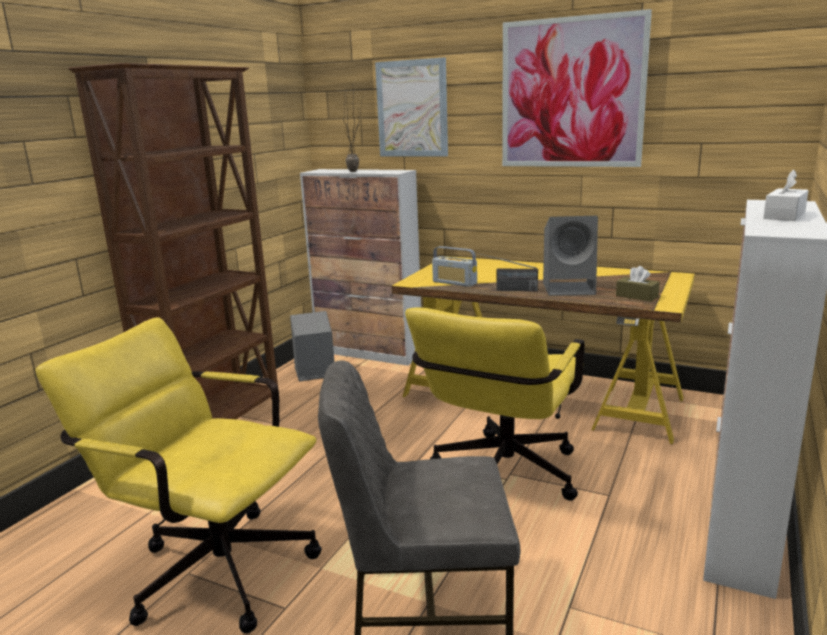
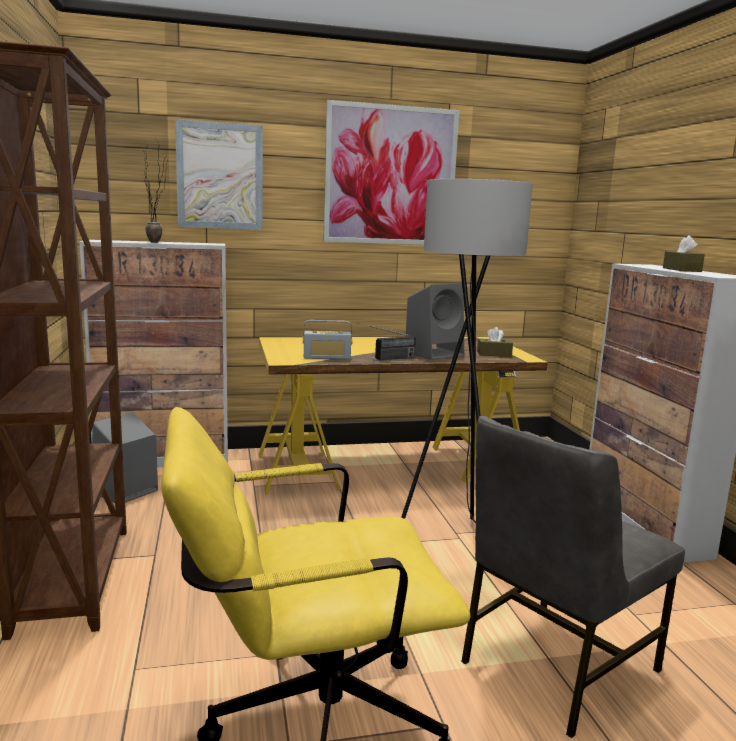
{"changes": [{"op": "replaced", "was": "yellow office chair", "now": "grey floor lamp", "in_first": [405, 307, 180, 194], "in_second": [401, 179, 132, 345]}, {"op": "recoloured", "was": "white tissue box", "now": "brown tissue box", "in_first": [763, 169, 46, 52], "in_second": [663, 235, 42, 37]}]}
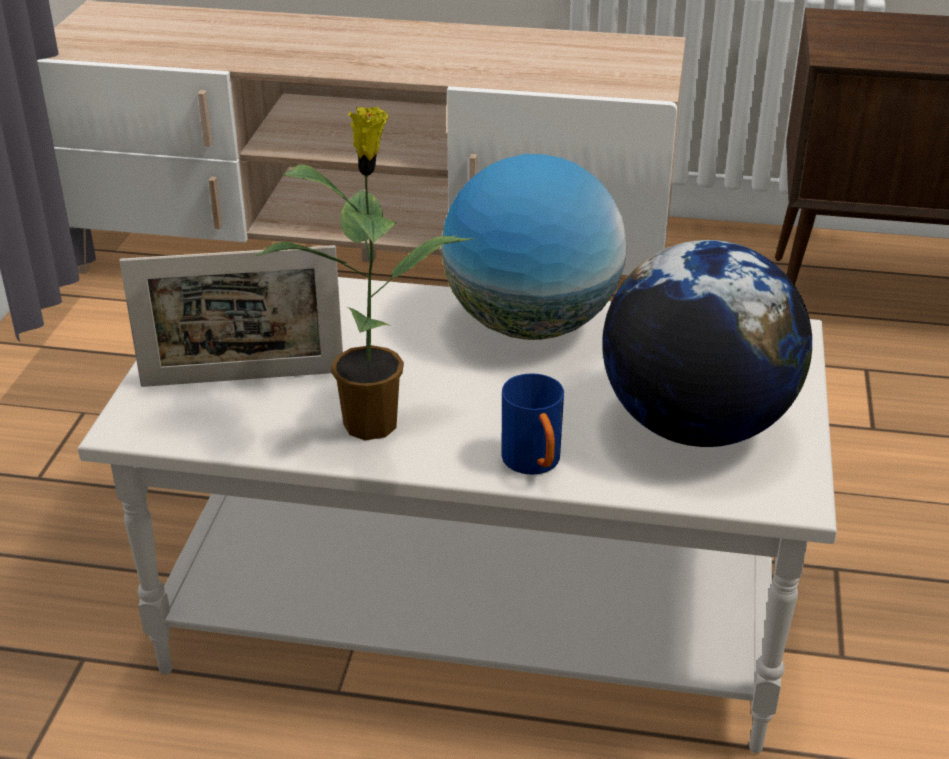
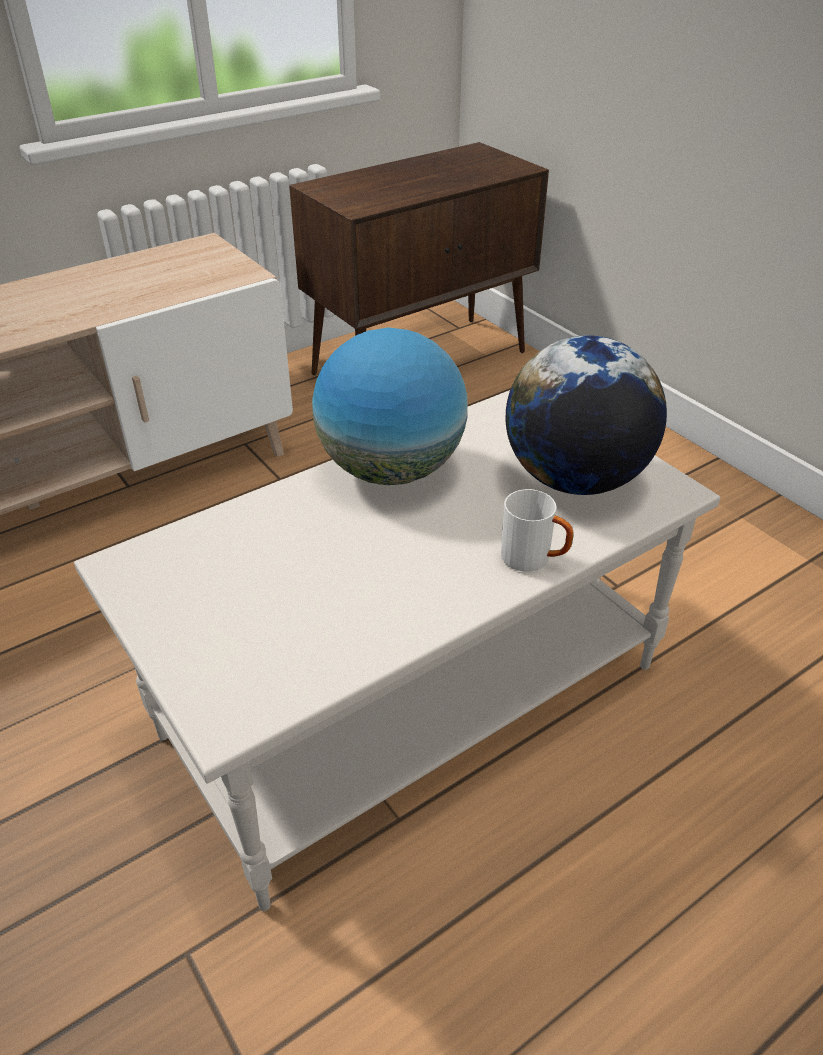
{"changes": [{"op": "recoloured", "was": "blue mug", "now": "white mug", "in_first": [501, 373, 63, 102], "in_second": [501, 489, 73, 83]}, {"op": "removed", "was": "picture frame", "in_first": [119, 245, 224, 142]}, {"op": "removed", "was": "potted plant", "in_first": [256, 107, 218, 333]}]}
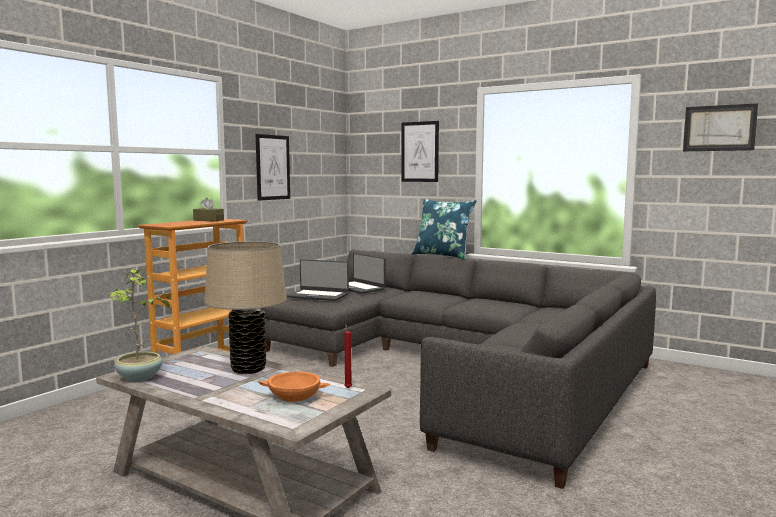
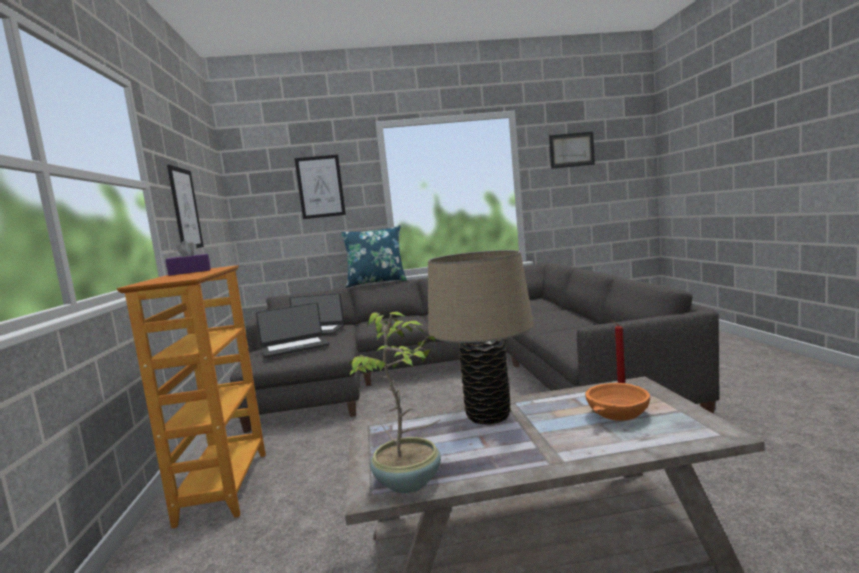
{"changes": [{"op": "recoloured", "was": "brown tissue box", "now": "purple tissue box", "in_first": [193, 198, 31, 23], "in_second": [165, 240, 46, 36]}]}
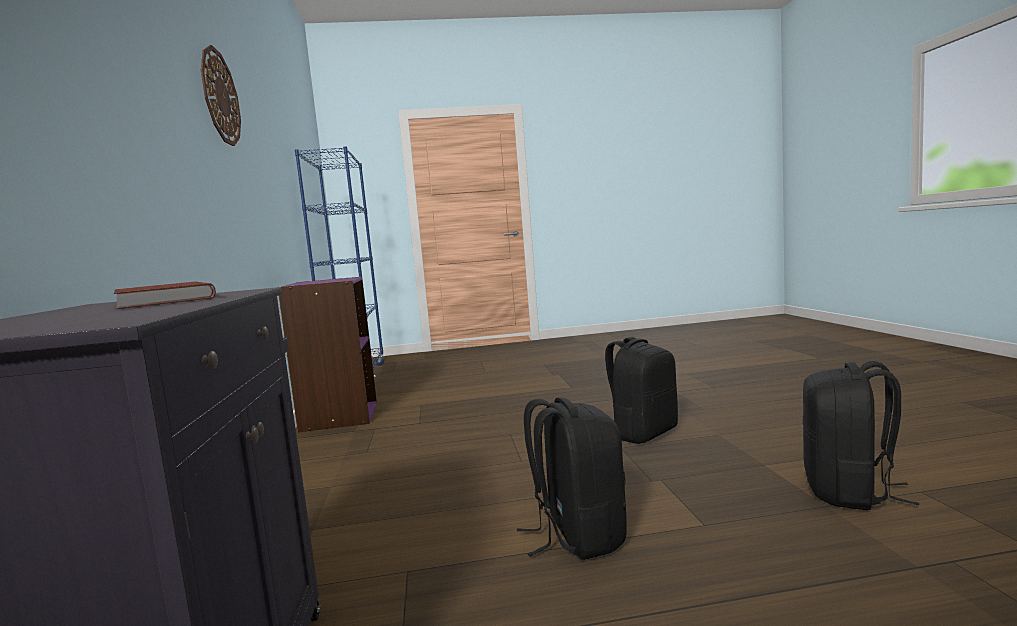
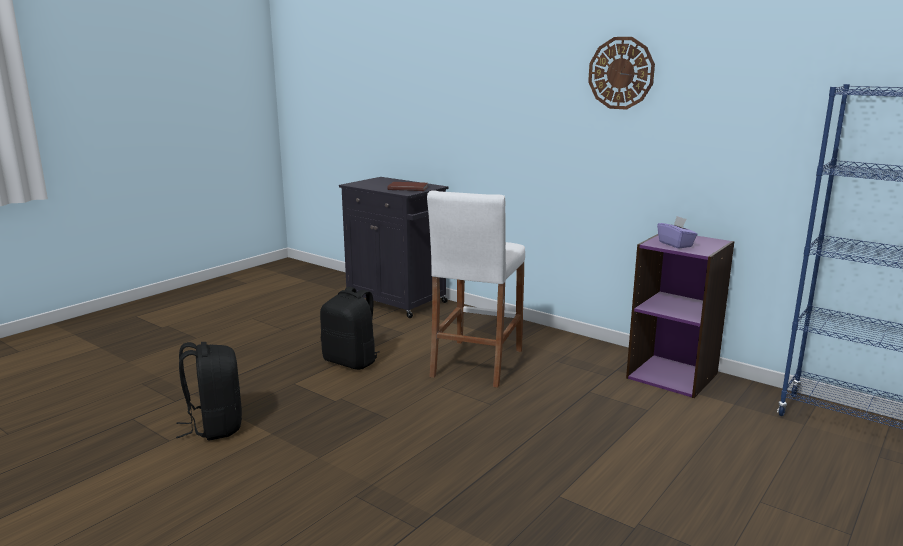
{"changes": [{"op": "added", "now": "white stool", "in_second": [427, 190, 98, 198]}, {"op": "added", "now": "purple tissue box", "in_second": [657, 216, 41, 33]}, {"op": "removed", "was": "black backpack", "in_first": [605, 337, 73, 107]}]}
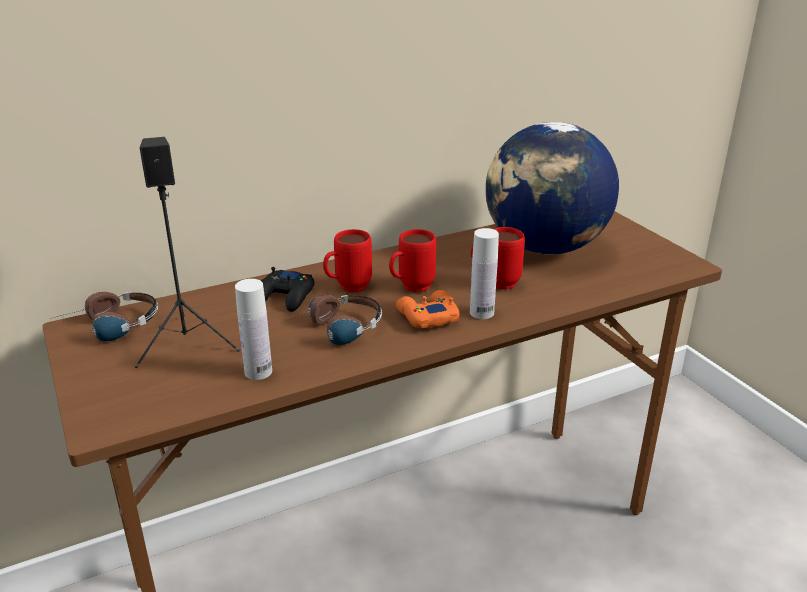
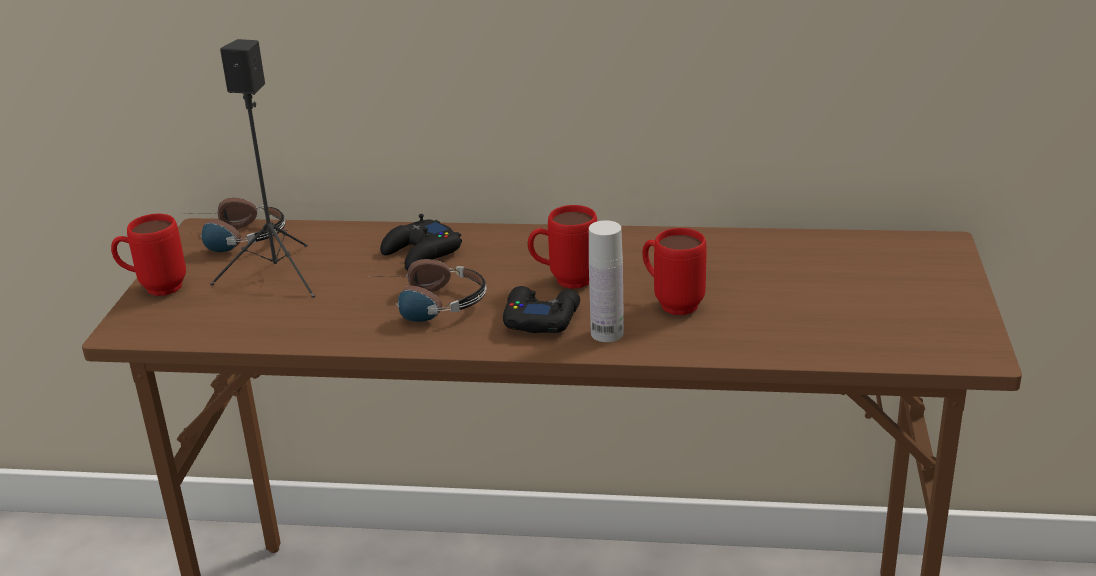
{"changes": [{"op": "moved", "was": "red mug", "in_first": [323, 229, 49, 63], "in_second": [111, 214, 75, 82]}, {"op": "recoloured", "was": "orange game controller", "now": "black game controller", "in_first": [396, 290, 64, 38], "in_second": [503, 286, 77, 47]}, {"op": "removed", "was": "white bottle", "in_first": [235, 279, 37, 101]}, {"op": "removed", "was": "globe", "in_first": [486, 122, 133, 133]}]}
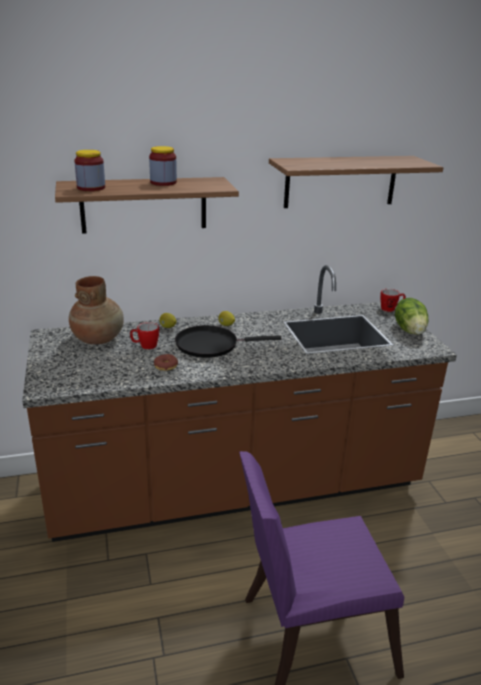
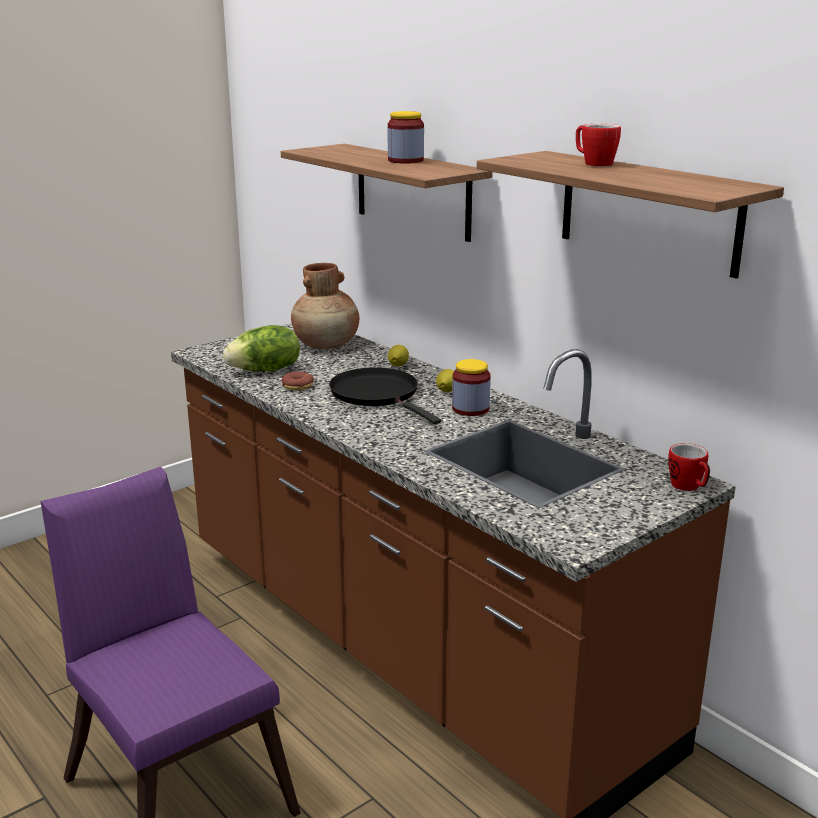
{"changes": [{"op": "moved", "was": "lettuce", "in_first": [395, 298, 34, 37], "in_second": [223, 325, 77, 46]}, {"op": "moved", "was": "jar", "in_first": [74, 150, 31, 41], "in_second": [452, 359, 39, 57]}, {"op": "moved", "was": "mug", "in_first": [130, 322, 29, 27], "in_second": [576, 124, 45, 43]}]}
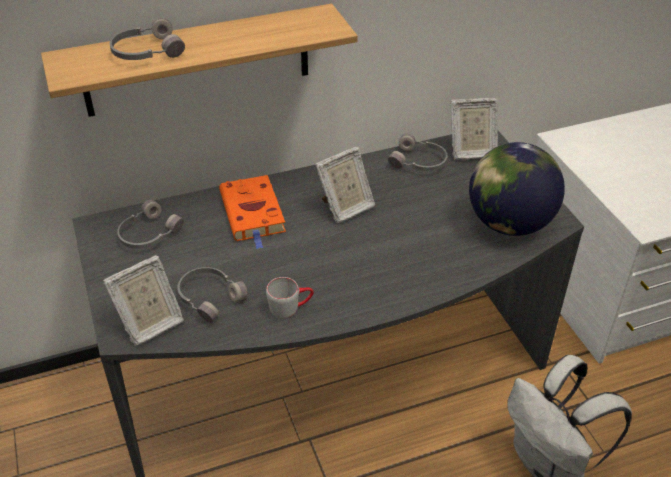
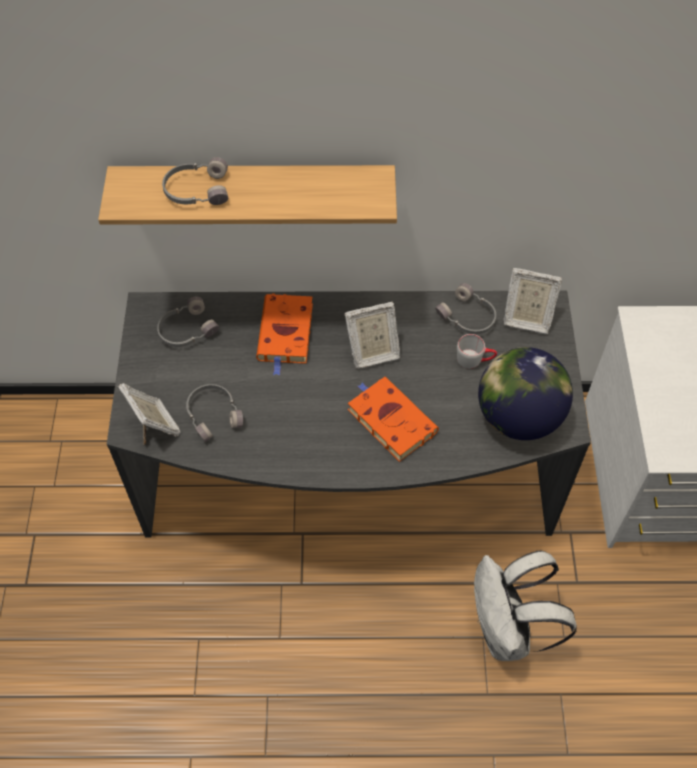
{"changes": [{"op": "turned", "was": "picture frame", "in_first": [103, 255, 81, 91], "in_second": [118, 383, 63, 62], "clockwise": -105}, {"op": "added", "now": "orange book", "in_second": [348, 377, 91, 85]}, {"op": "moved", "was": "grey mug", "in_first": [266, 277, 48, 41], "in_second": [457, 334, 40, 35]}]}
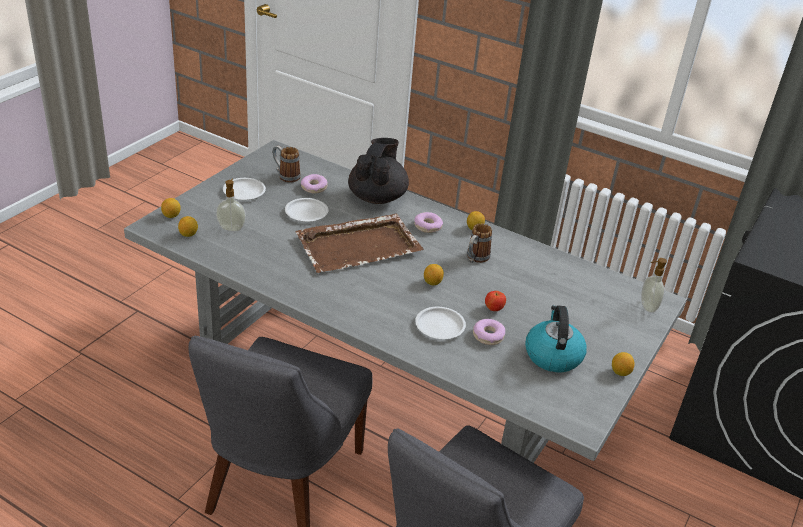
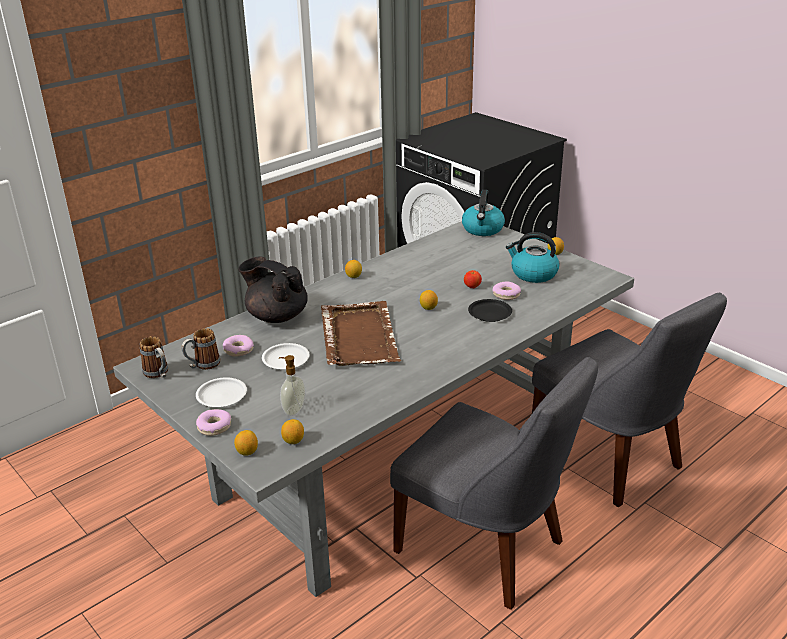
{"changes": [{"op": "moved", "was": "mug", "in_first": [467, 223, 25, 40], "in_second": [140, 336, 28, 42]}, {"op": "moved", "was": "donut", "in_first": [414, 212, 29, 21], "in_second": [196, 409, 35, 27]}, {"op": "replaced", "was": "soap dispenser", "now": "kettle", "in_first": [641, 258, 26, 55], "in_second": [462, 190, 43, 46]}, {"op": "recoloured", "was": "white plate", "now": "black plate", "in_first": [415, 307, 51, 32], "in_second": [468, 299, 44, 23]}]}
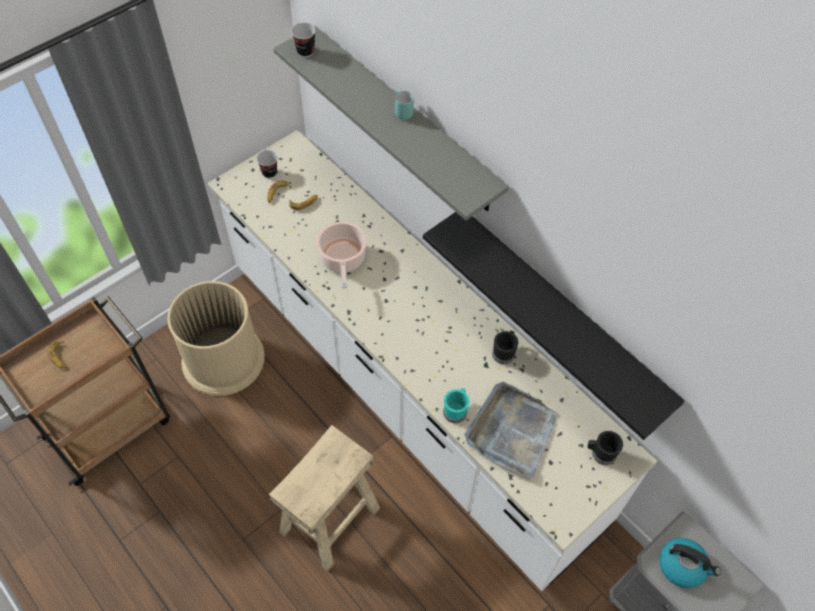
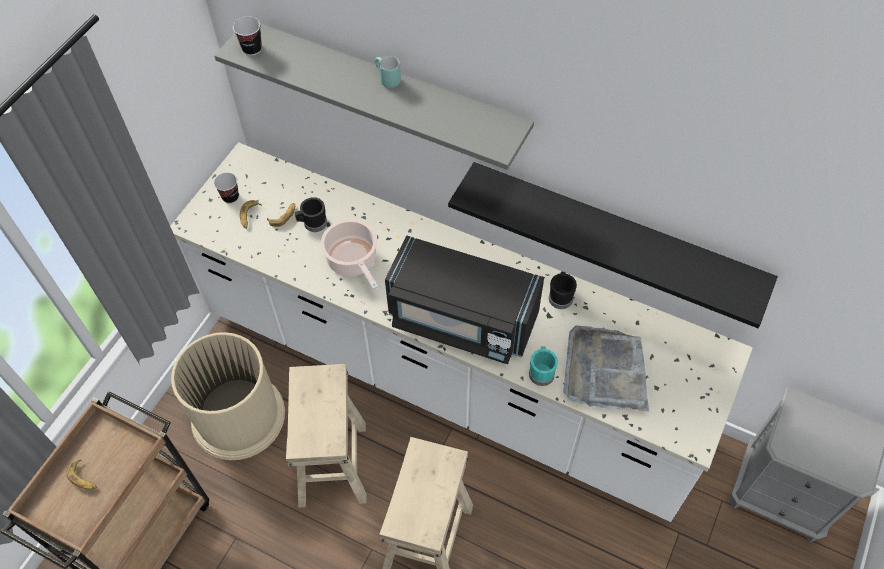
{"changes": [{"op": "added", "now": "beige stool", "in_second": [286, 364, 81, 143]}, {"op": "moved", "was": "black mug", "in_first": [588, 431, 35, 34], "in_second": [295, 197, 32, 35]}, {"op": "added", "now": "black microwave", "in_second": [385, 235, 159, 129]}, {"op": "removed", "was": "kettle", "in_first": [660, 538, 61, 50]}]}
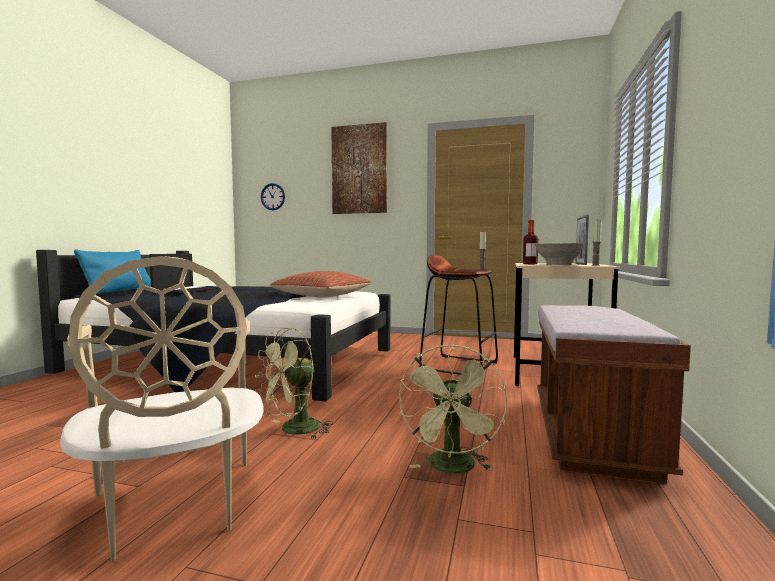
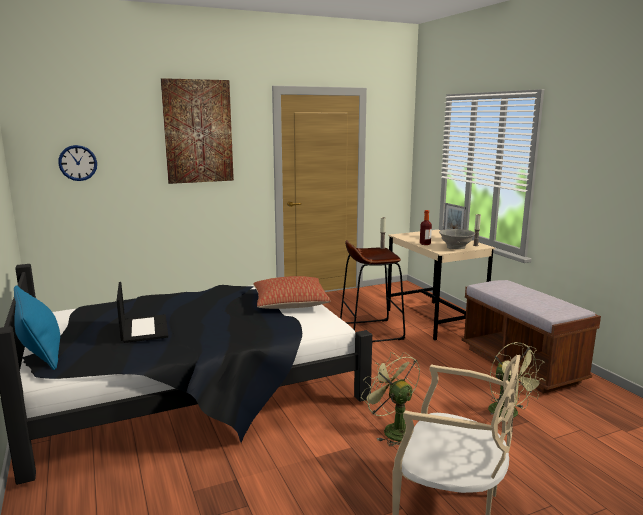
{"changes": [{"op": "turned", "was": "green fan", "in_first": [255, 328, 78, 111], "in_second": [361, 352, 59, 94], "clockwise": 135}]}
